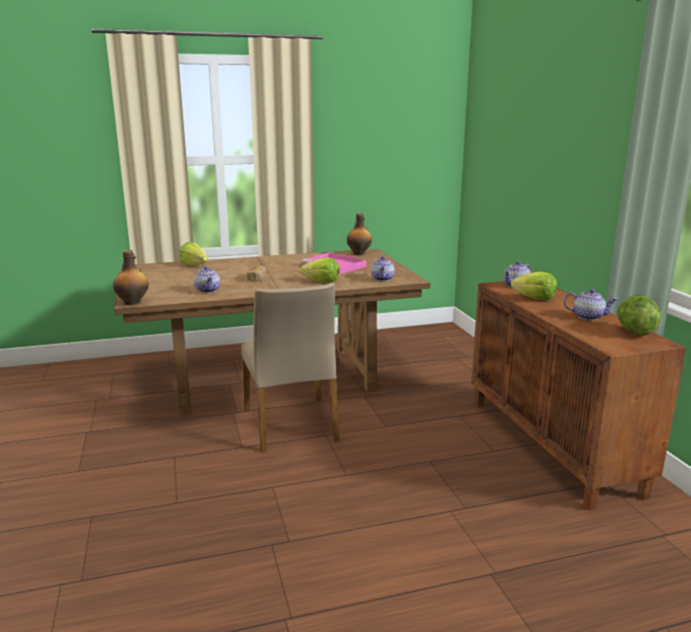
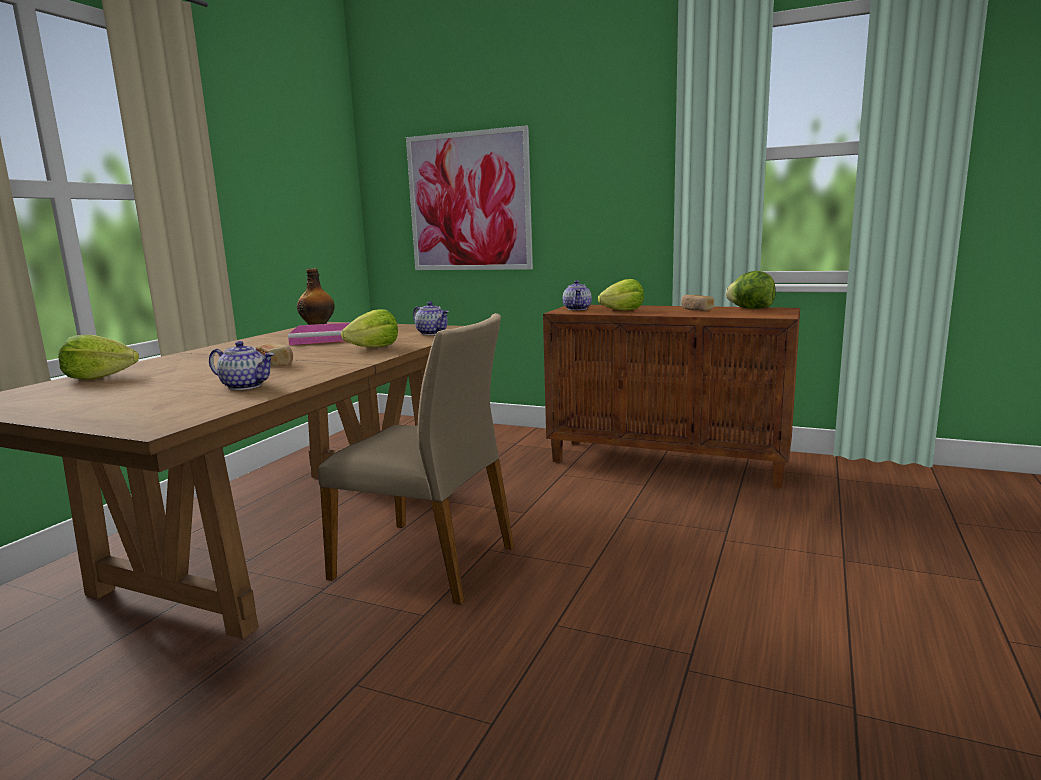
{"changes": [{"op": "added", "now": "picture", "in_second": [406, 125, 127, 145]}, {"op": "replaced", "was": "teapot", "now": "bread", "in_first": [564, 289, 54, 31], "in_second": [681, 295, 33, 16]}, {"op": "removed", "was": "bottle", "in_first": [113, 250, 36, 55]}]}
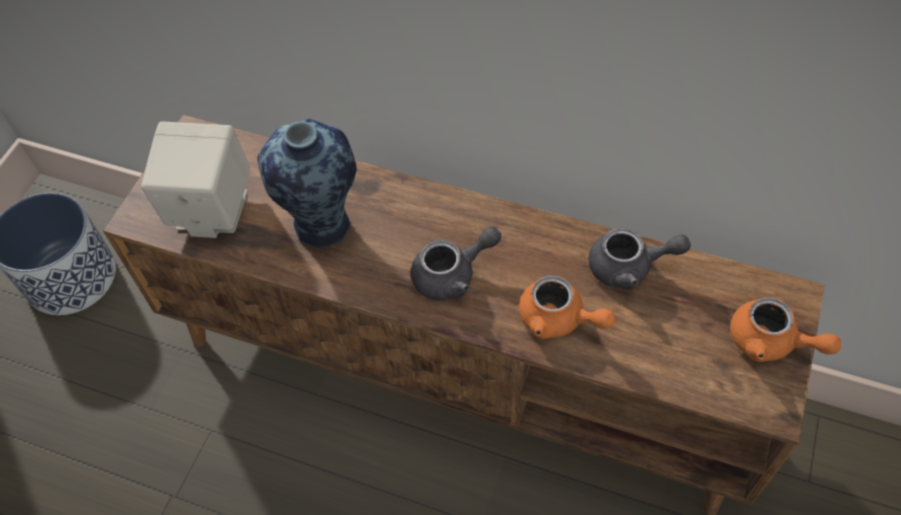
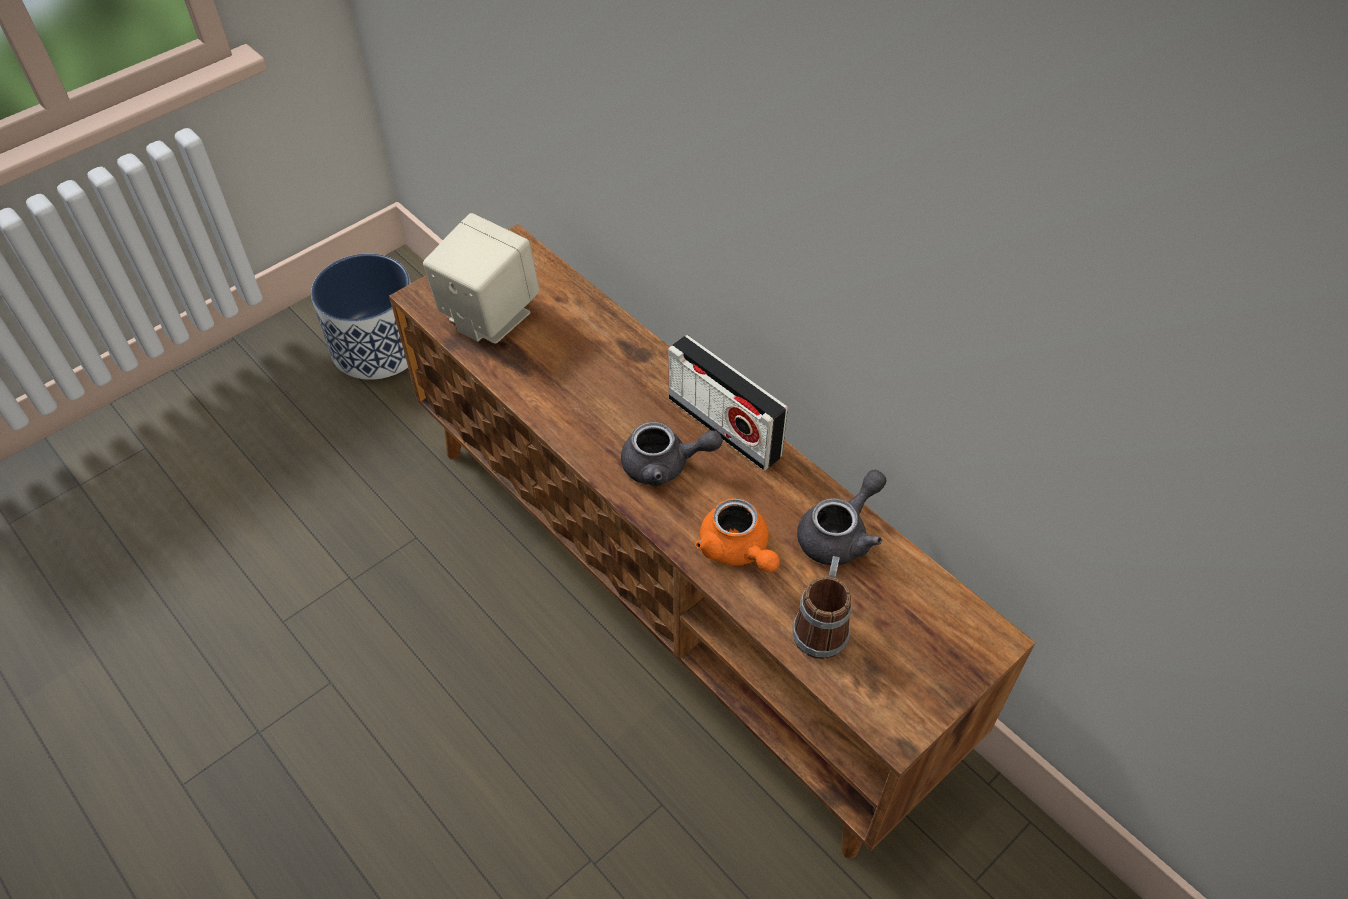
{"changes": [{"op": "added", "now": "radio", "in_second": [668, 335, 120, 136]}, {"op": "added", "now": "mug", "in_second": [792, 556, 60, 103]}, {"op": "turned", "was": "grey teapot", "in_first": [588, 228, 103, 62], "in_second": [797, 470, 89, 95], "clockwise": -75}, {"op": "removed", "was": "vase", "in_first": [257, 119, 100, 130]}, {"op": "removed", "was": "orange teapot", "in_first": [730, 297, 111, 65]}]}
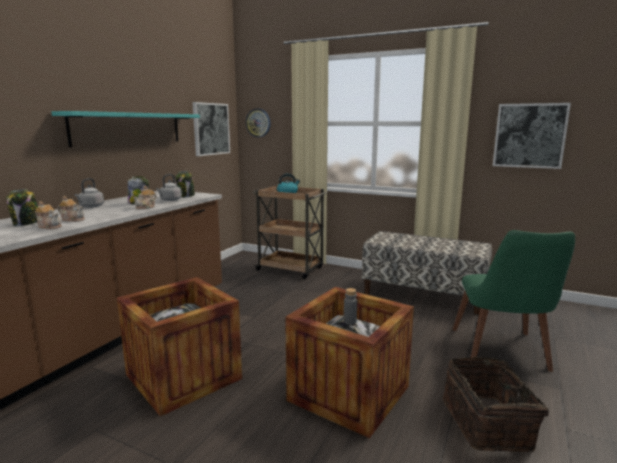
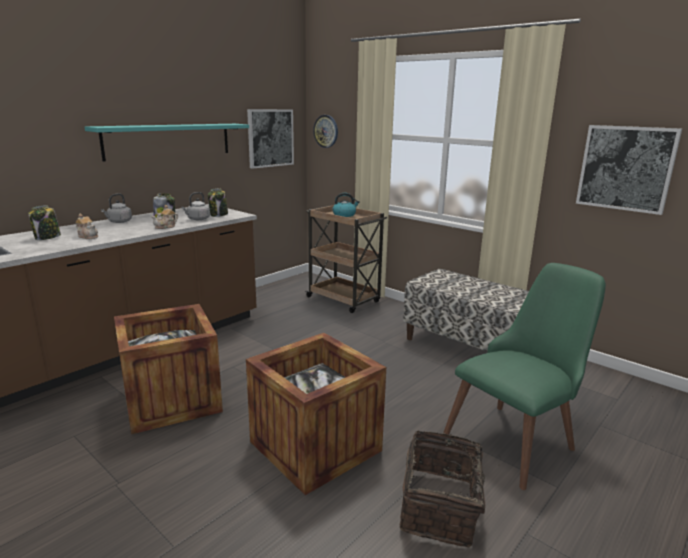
{"changes": [{"op": "turned", "was": "green chair", "in_first": [452, 230, 123, 142], "in_second": [443, 263, 163, 227], "clockwise": -150}, {"op": "removed", "was": "teapot", "in_first": [35, 201, 27, 28]}, {"op": "removed", "was": "grey bottle", "in_first": [344, 288, 13, 36]}]}
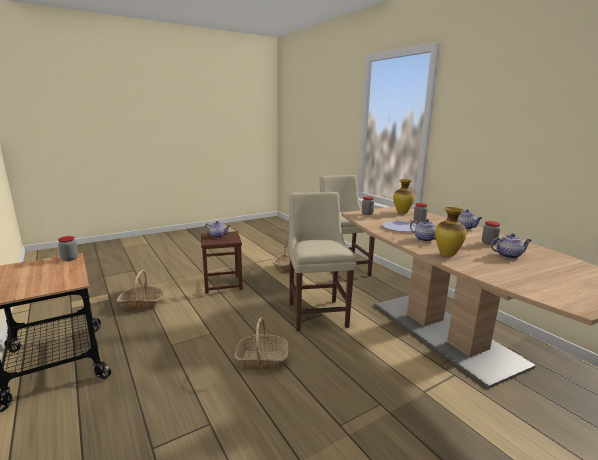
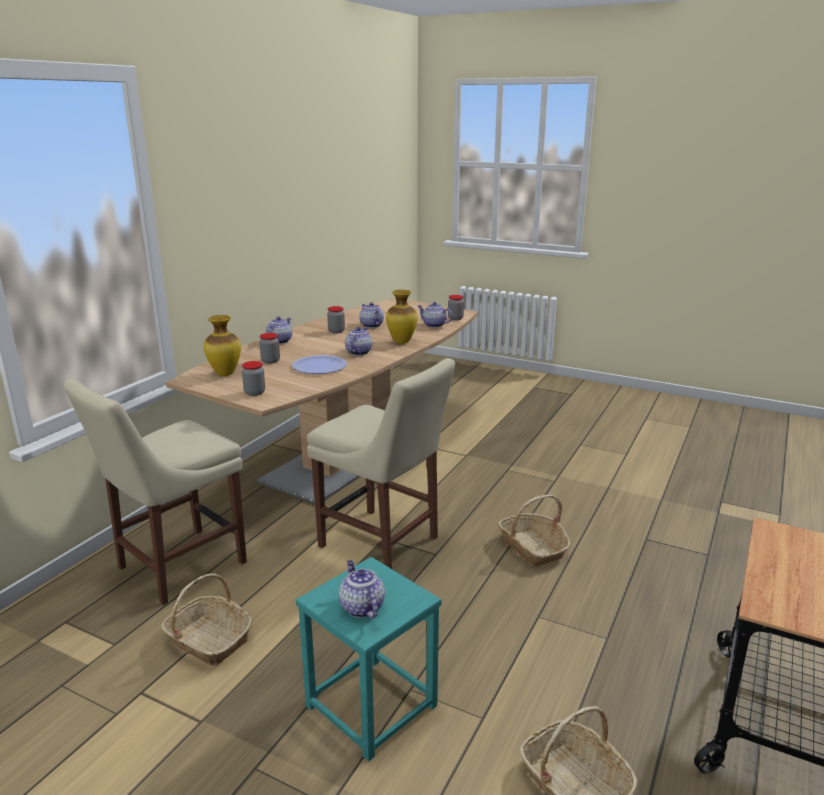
{"changes": [{"op": "recoloured", "was": "brown stool", "now": "turquoise stool", "in_first": [201, 231, 42, 63], "in_second": [296, 557, 146, 204]}, {"op": "turned", "was": "beige chair", "in_first": [288, 192, 69, 140], "in_second": [307, 358, 148, 211], "clockwise": -105}, {"op": "added", "now": "teapot", "in_second": [418, 302, 35, 26]}, {"op": "moved", "was": "jar", "in_first": [58, 236, 20, 25], "in_second": [448, 295, 16, 25]}]}
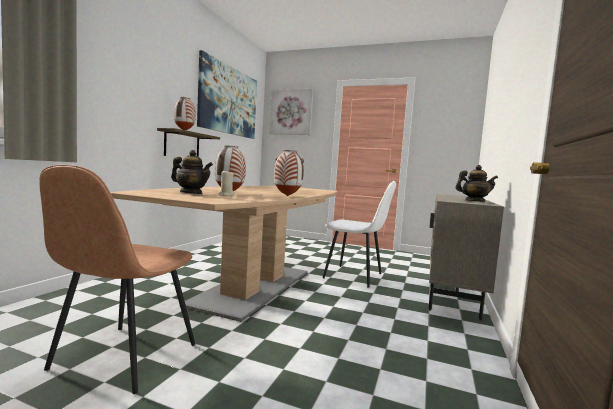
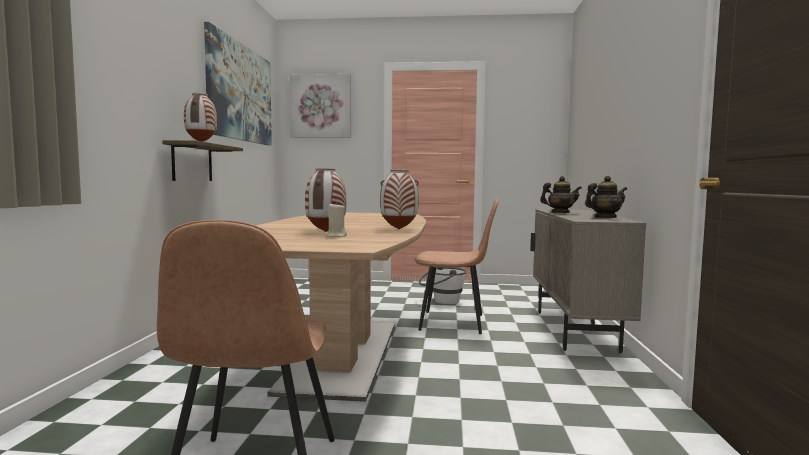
{"changes": [{"op": "recoloured", "was": "white chair", "now": "brown chair", "in_first": [322, 181, 74, 107], "in_second": [415, 198, 83, 136]}, {"op": "added", "now": "white bucket", "in_second": [419, 268, 48, 36]}, {"op": "moved", "was": "teapot", "in_first": [171, 150, 42, 44], "in_second": [540, 176, 42, 37]}]}
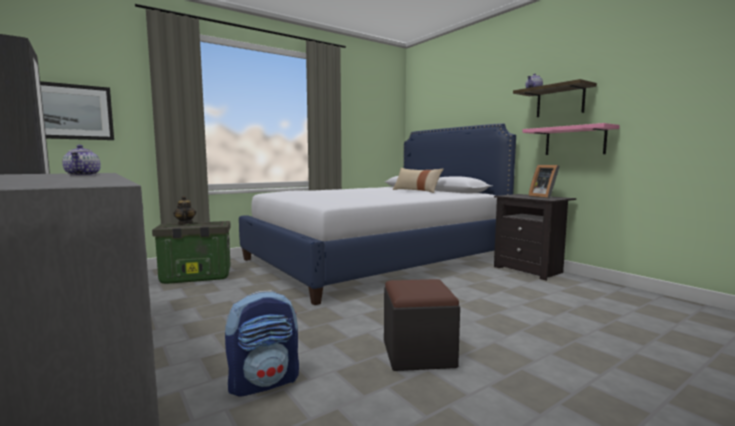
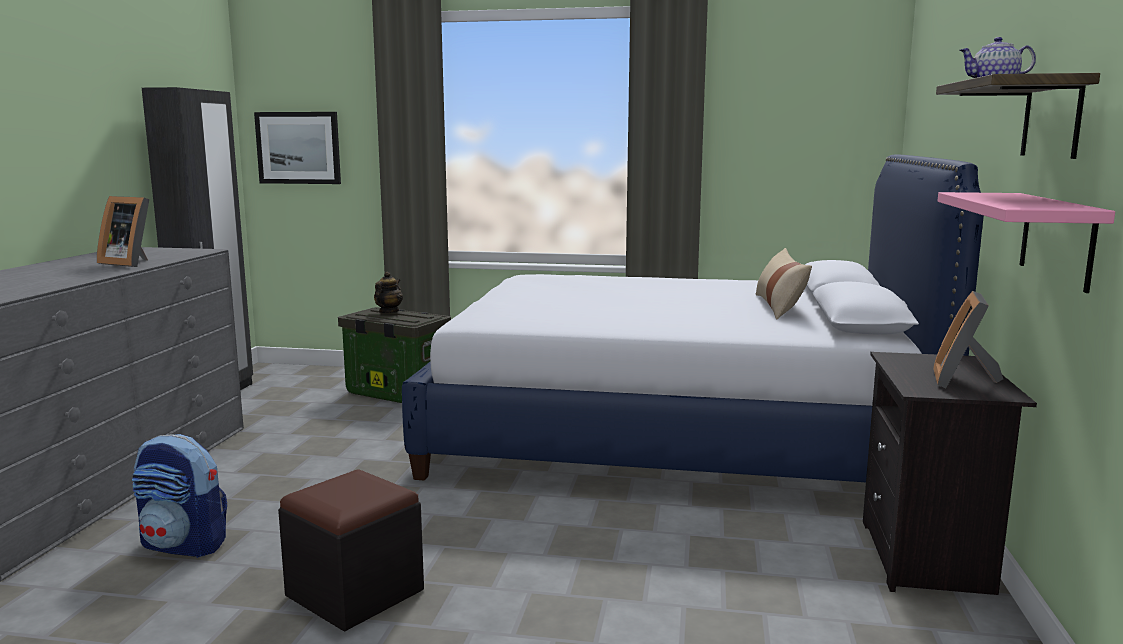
{"changes": [{"op": "replaced", "was": "teapot", "now": "picture frame", "in_first": [62, 145, 39, 31], "in_second": [97, 196, 52, 71]}]}
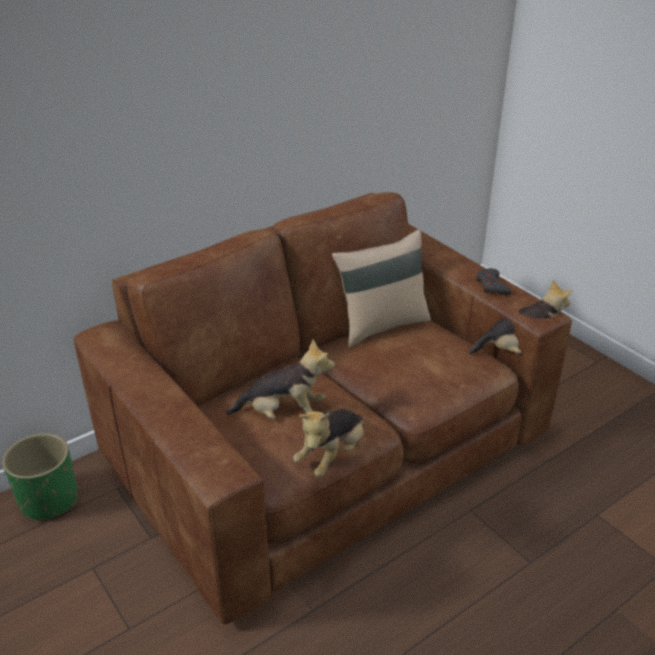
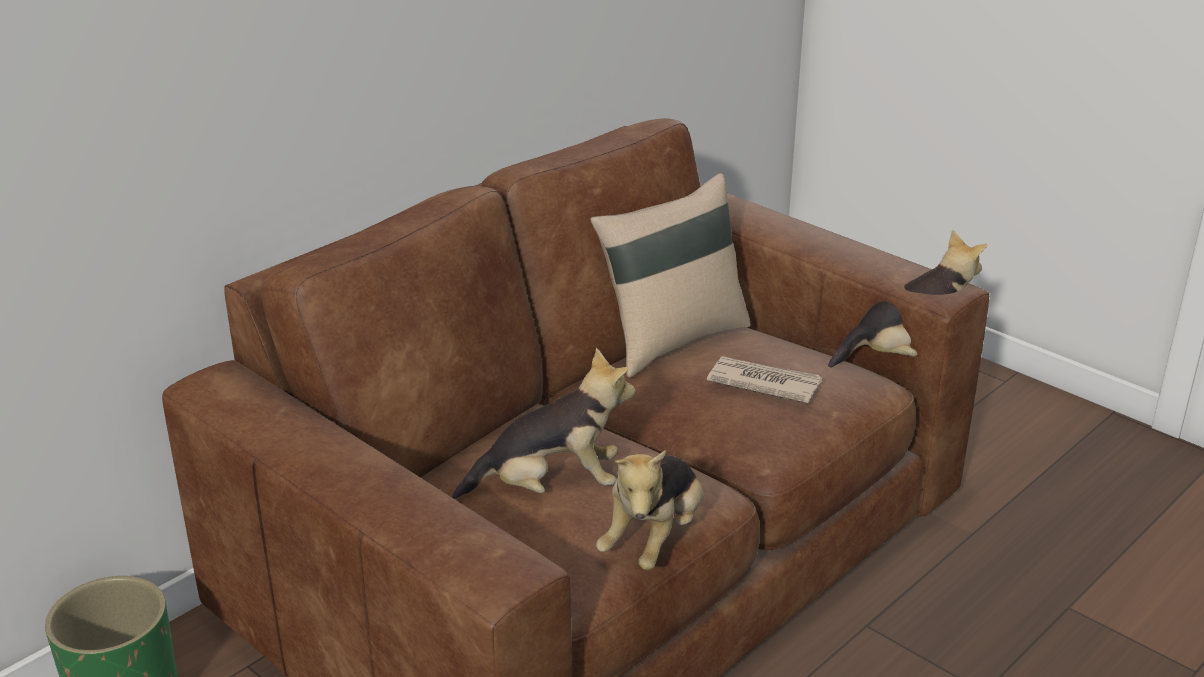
{"changes": [{"op": "added", "now": "newspaper", "in_second": [707, 356, 115, 47]}, {"op": "removed", "was": "grey game controller", "in_first": [477, 268, 35, 27]}]}
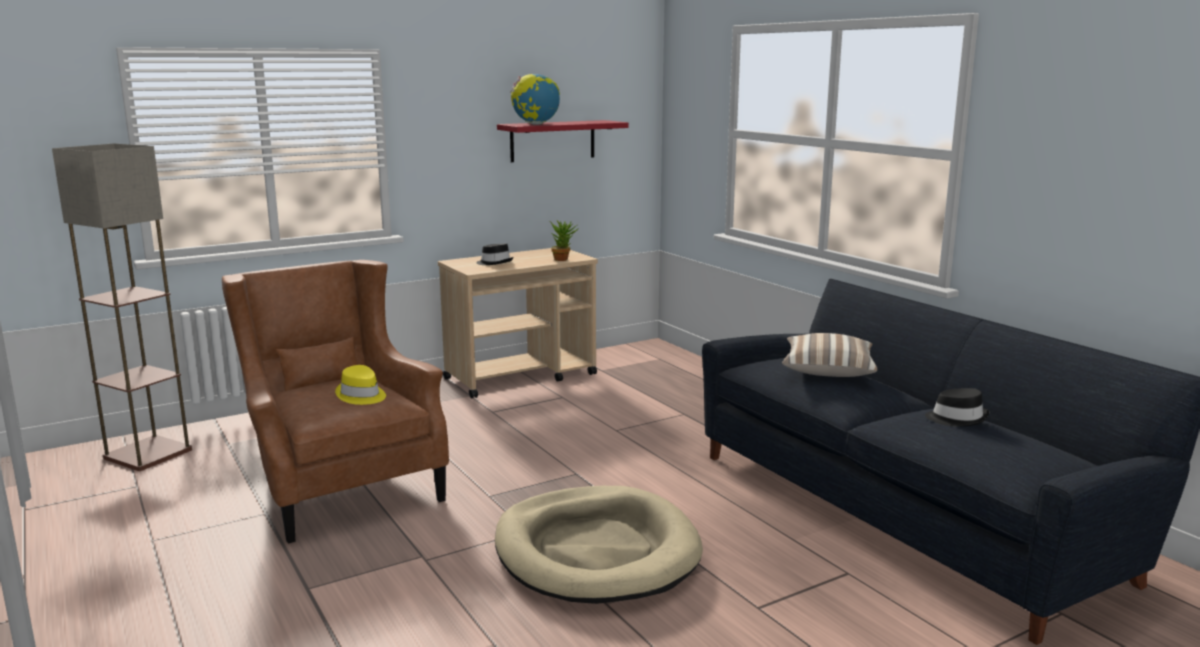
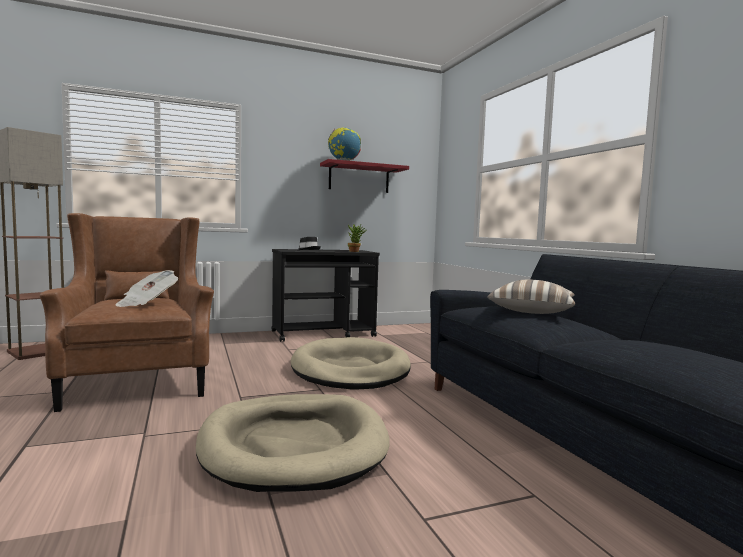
{"changes": [{"op": "replaced", "was": "yellow hat", "now": "newspaper", "in_first": [335, 365, 51, 40], "in_second": [115, 270, 63, 37]}, {"op": "recoloured", "was": "beige cart", "now": "black cart", "in_first": [438, 248, 160, 150], "in_second": [272, 249, 108, 93]}, {"op": "added", "now": "beige dog bed", "in_second": [291, 337, 120, 53]}, {"op": "removed", "was": "black hat", "in_first": [925, 388, 65, 38]}]}
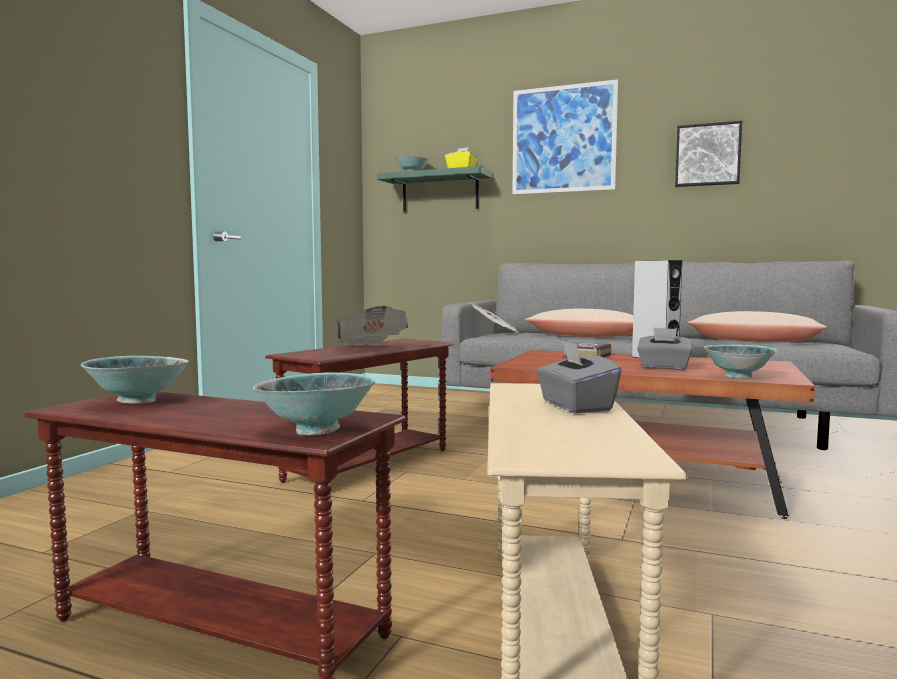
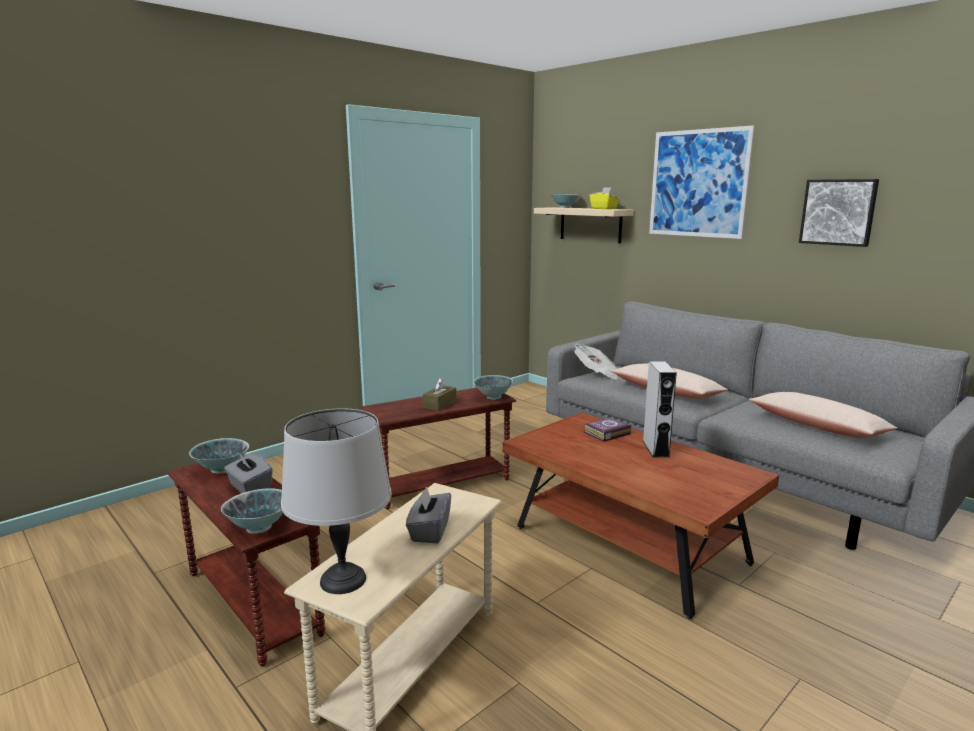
{"changes": [{"op": "moved", "was": "grey tissue box", "in_first": [637, 327, 56, 43], "in_second": [224, 452, 49, 41]}, {"op": "added", "now": "grey table lamp", "in_second": [281, 408, 111, 186]}, {"op": "replaced", "was": "newspaper", "now": "brown tissue box", "in_first": [335, 306, 74, 39], "in_second": [423, 377, 33, 34]}, {"op": "moved", "was": "bowl", "in_first": [704, 345, 72, 34], "in_second": [473, 375, 40, 25]}, {"op": "recoloured", "was": "green shelf", "now": "beige shelf", "in_first": [377, 166, 115, 46], "in_second": [534, 207, 100, 36]}]}
